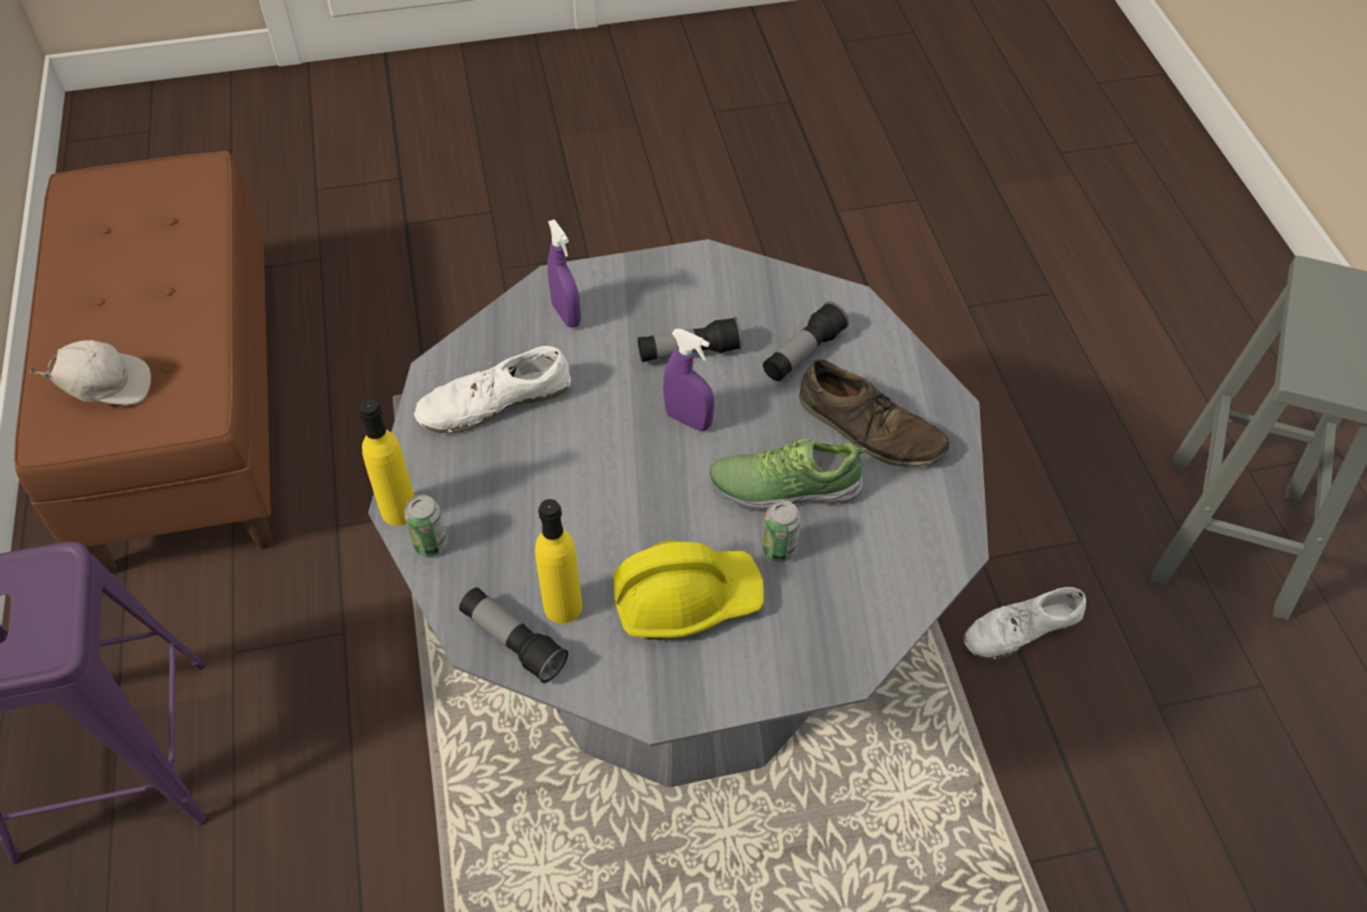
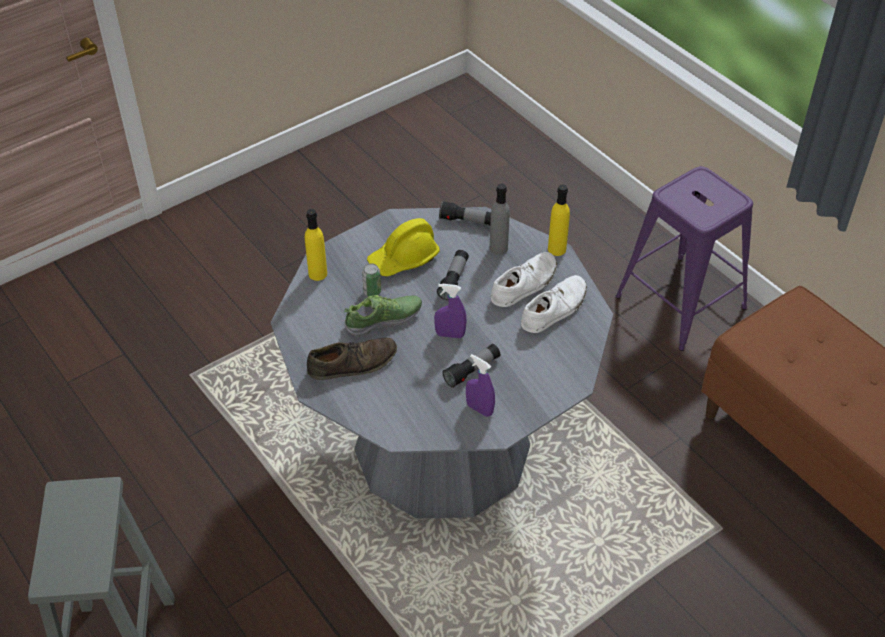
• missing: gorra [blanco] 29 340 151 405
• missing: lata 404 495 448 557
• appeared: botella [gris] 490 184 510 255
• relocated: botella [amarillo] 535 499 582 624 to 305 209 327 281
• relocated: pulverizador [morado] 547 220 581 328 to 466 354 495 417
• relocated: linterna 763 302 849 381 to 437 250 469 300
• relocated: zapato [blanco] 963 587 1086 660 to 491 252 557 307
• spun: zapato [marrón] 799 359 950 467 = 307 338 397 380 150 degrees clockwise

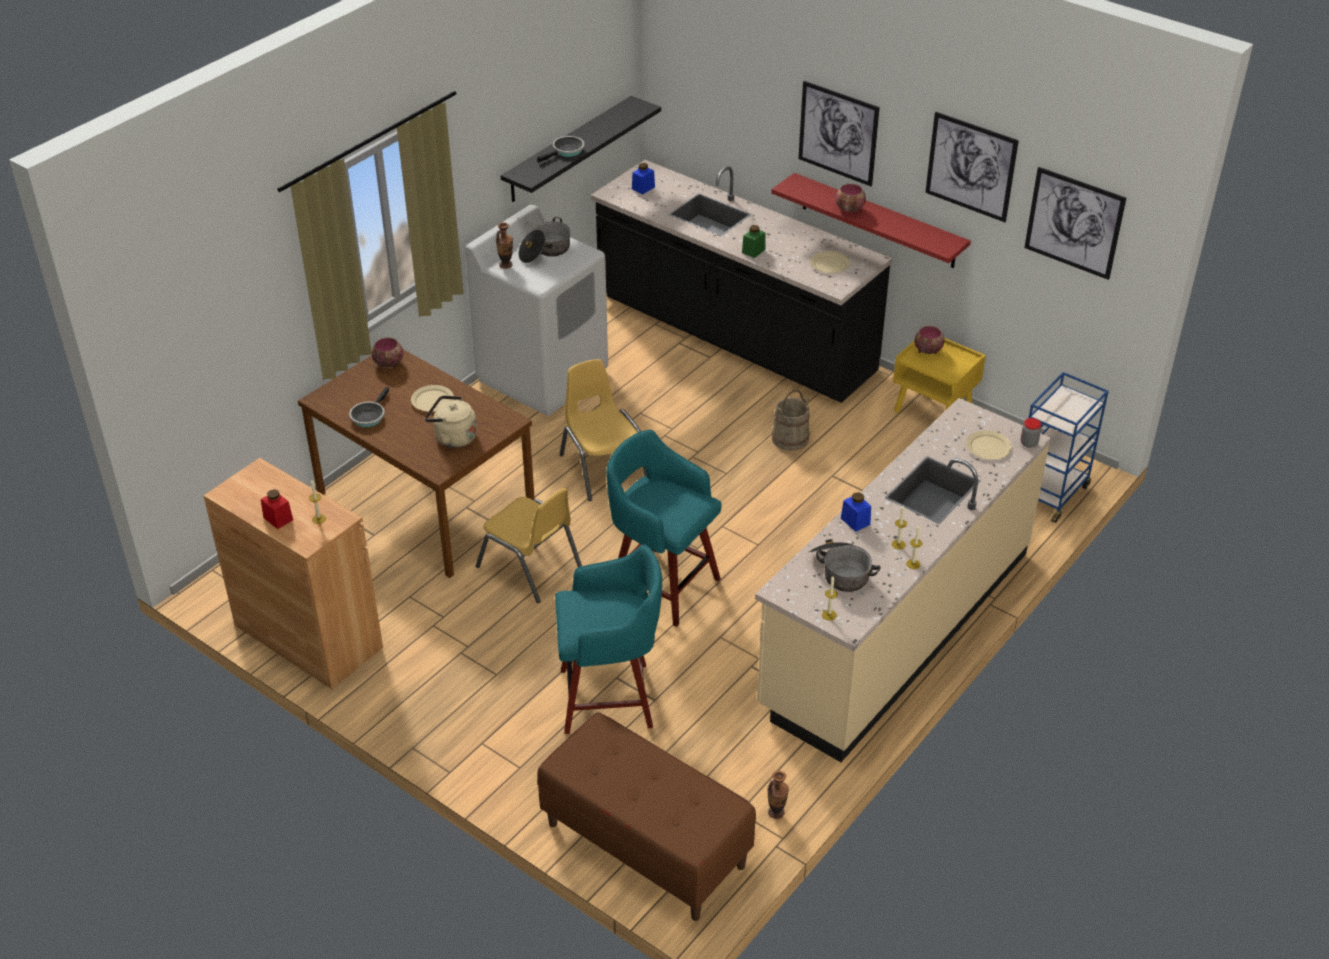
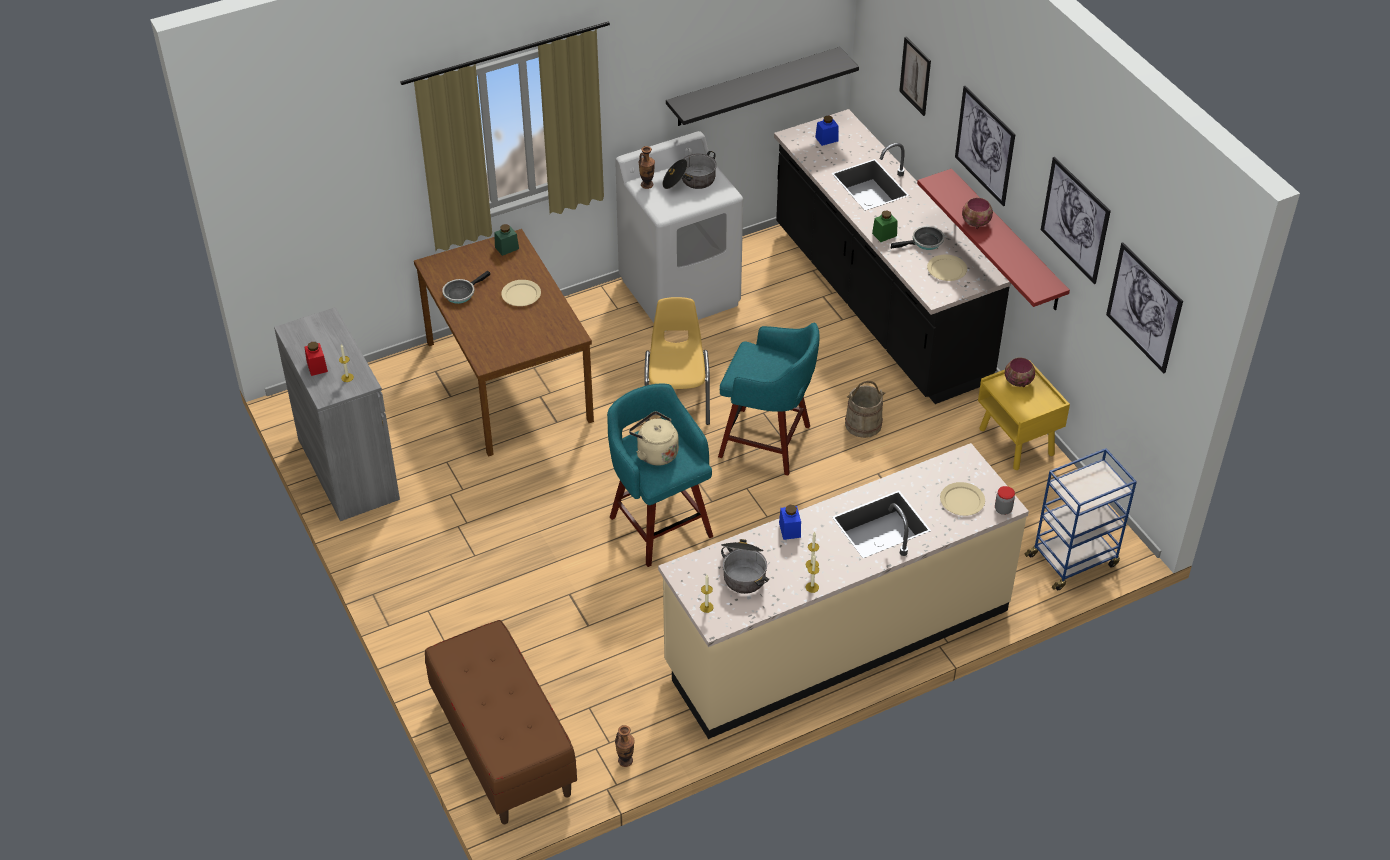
• missing: silla [amarillo] 476 488 582 603
• appeared: cuadro 899 37 931 116
• relocated: hervidor [beis] 425 395 477 448 to 629 411 679 466
• relocated: sartén 537 136 584 163 to 891 226 944 250
• relocated: taburete [turquesa] 555 544 662 734 to 718 322 820 476
• exchanged: cuenco 372 338 404 367 to tarro [verde] 494 224 519 256
• colour: armario [marrón] 204 458 383 689 to armario [gris] 274 307 400 521

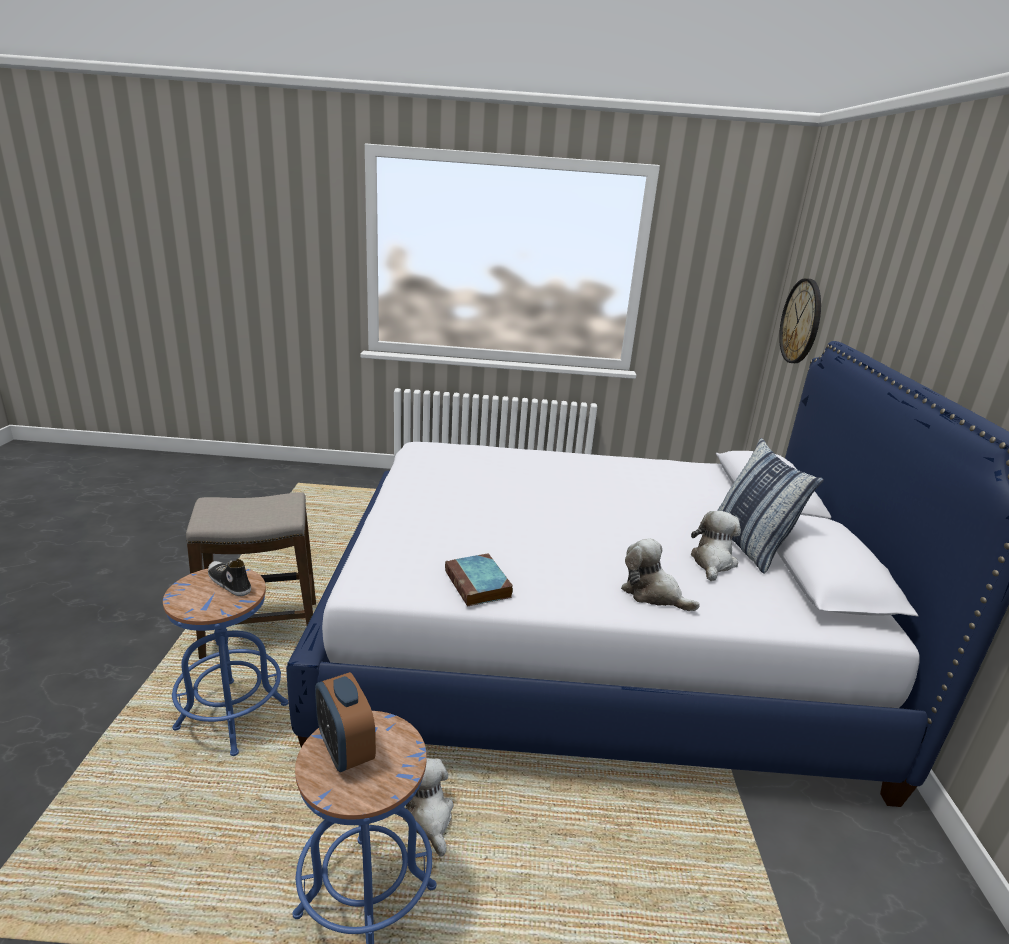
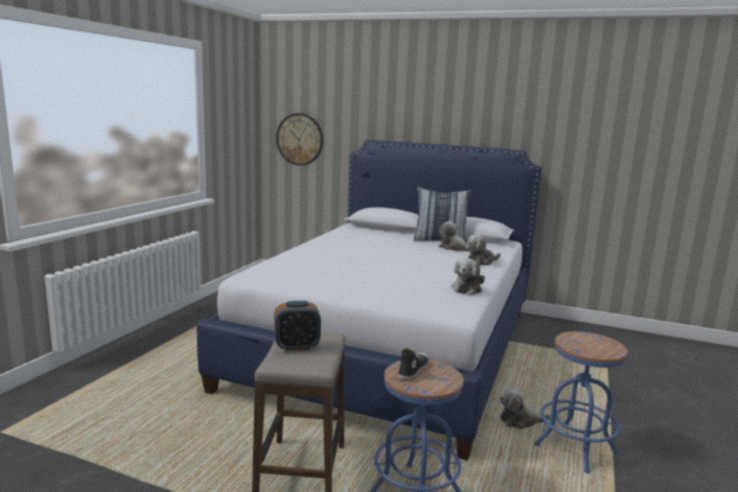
• relocated: despertador 315 672 376 772 to 274 301 321 351
• exchanged: libro 445 553 513 607 to peluche 451 258 485 295
• spun: zapato 208 559 251 596 = 398 348 429 381 150 degrees clockwise

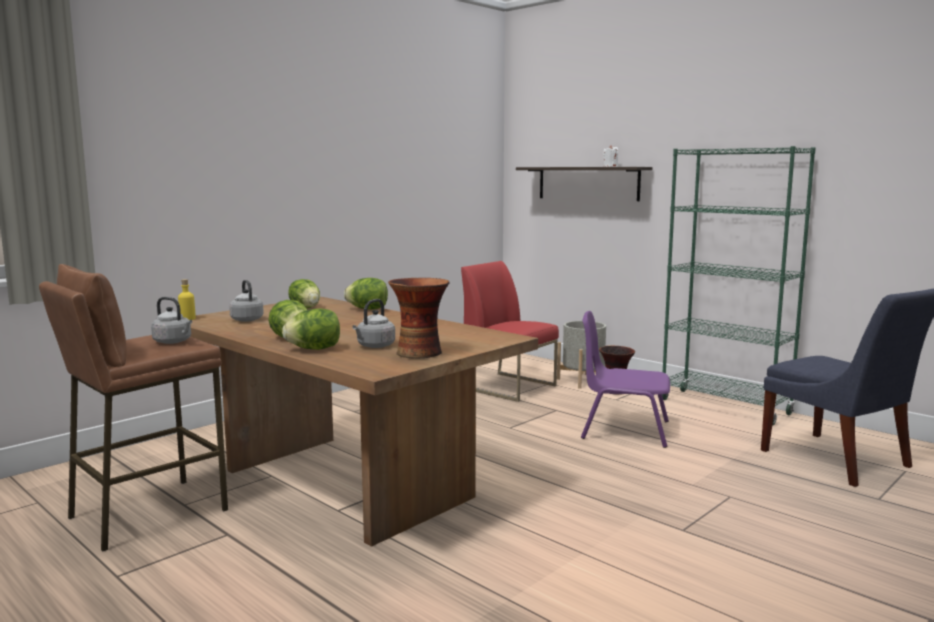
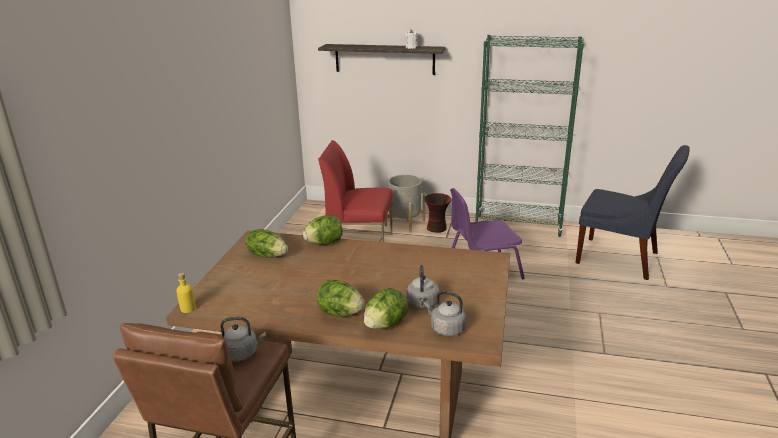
• missing: florero 388 278 450 359
• relocated: hervidor [gris] 229 280 264 322 to 424 291 466 336

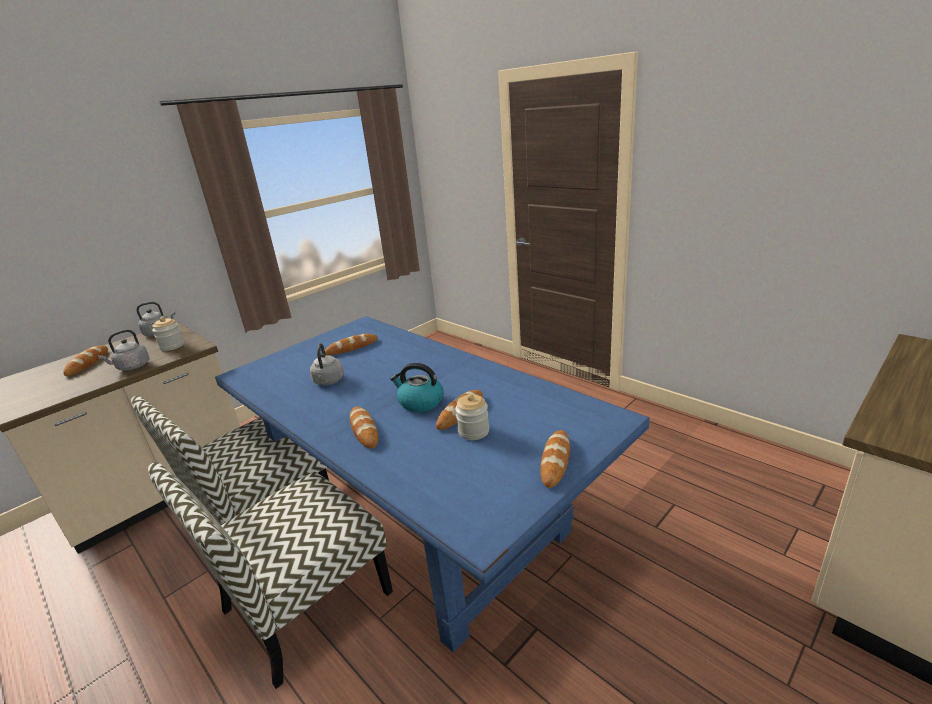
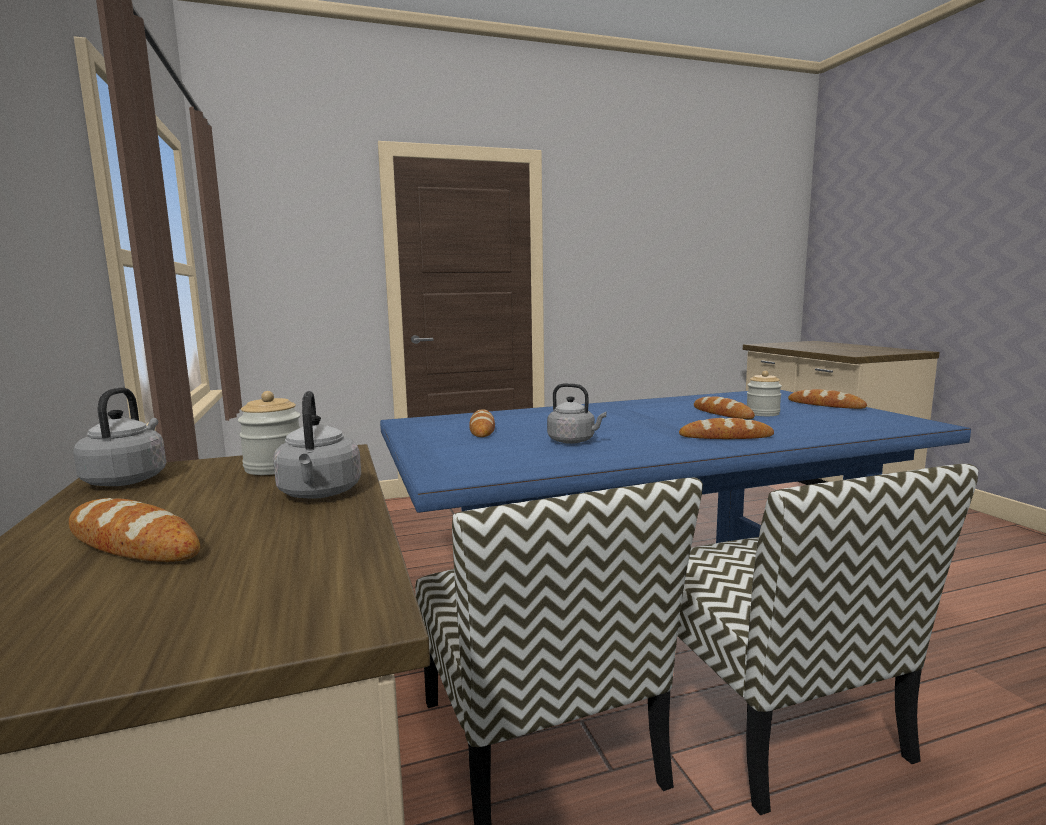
• missing: hervidor 390 363 443 412

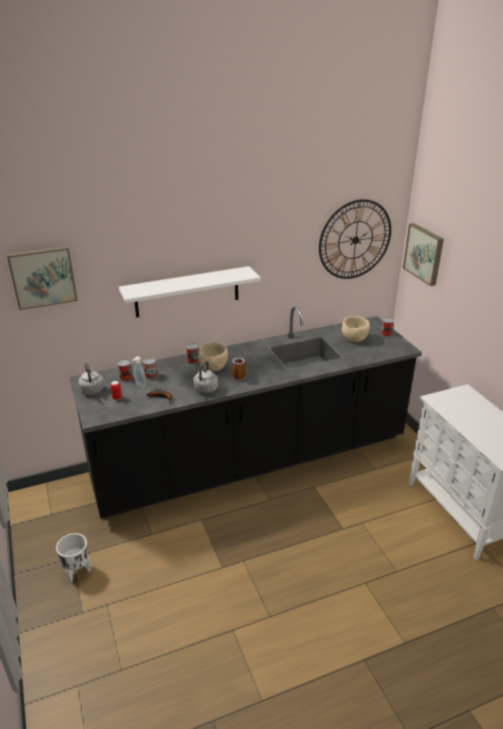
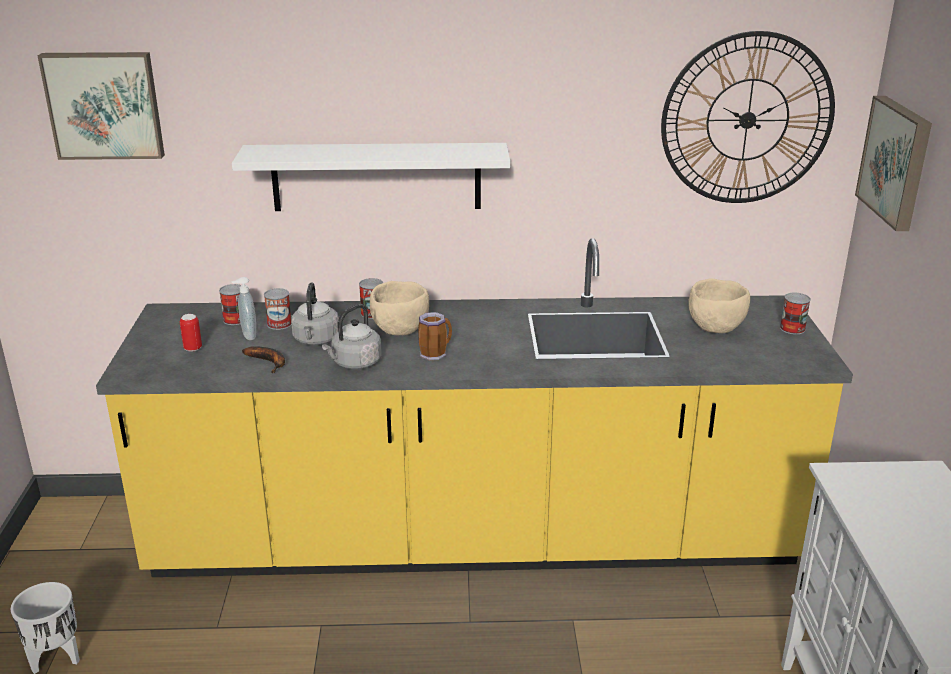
• relocated: hervidor [gris] 78 363 104 395 to 291 282 339 345
• colour: mueble bajo de cocina [negro] 69 306 422 519 to mueble bajo de cocina [amarillo] 96 238 853 577

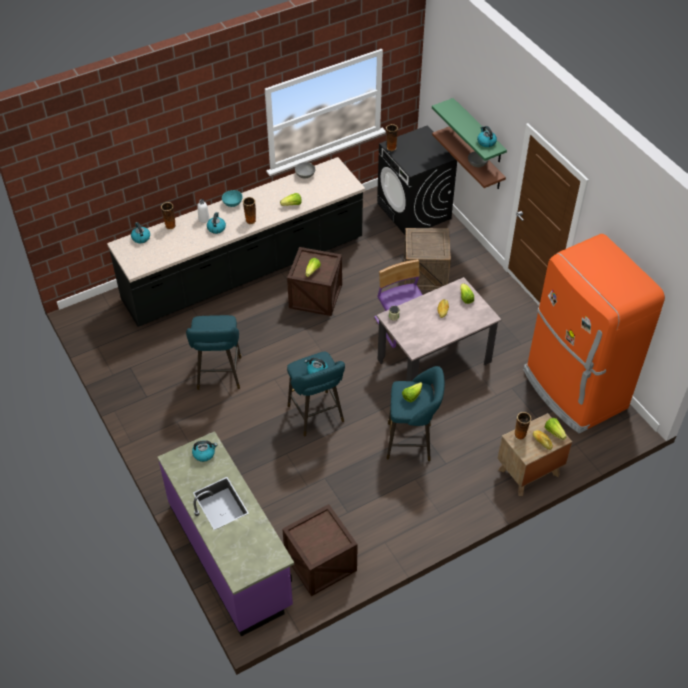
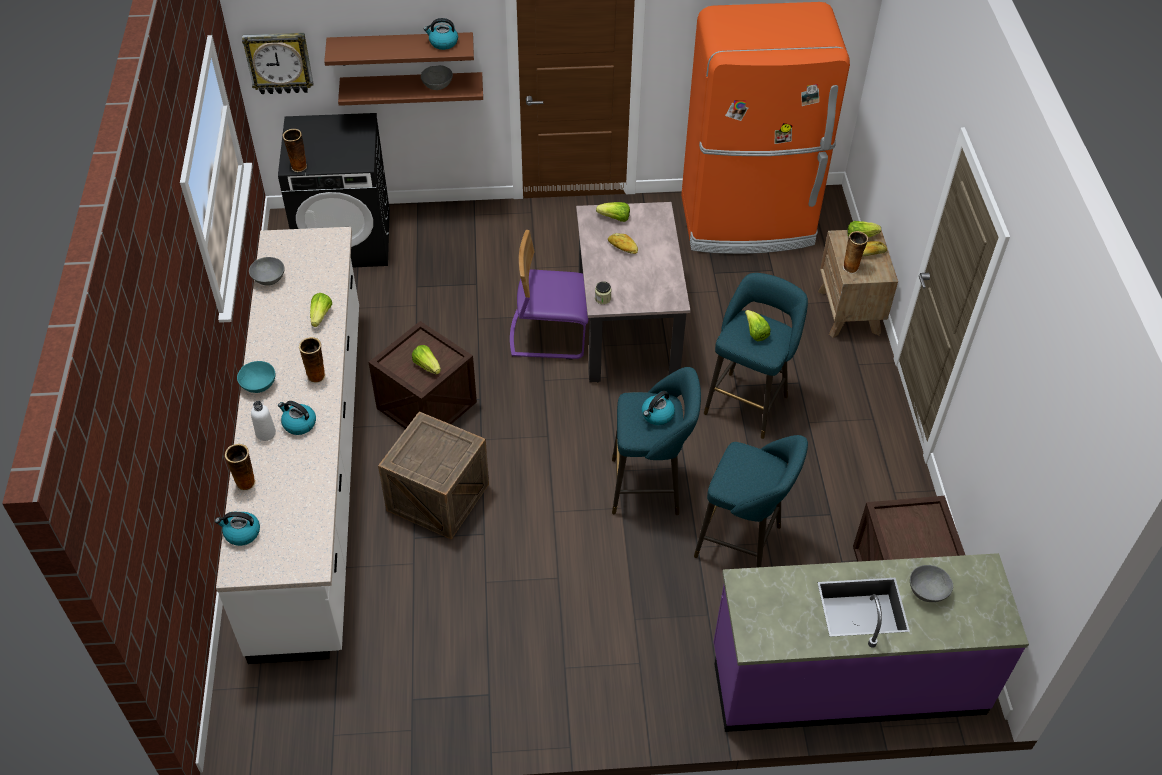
• missing: hervidor 192 440 218 462
• appeared: reloj de pared 242 33 313 94
• appeared: cuenco [gris] 910 565 953 602
• relocated: taburete [turquesa] 186 315 241 390 to 694 435 808 568
• relocated: caja de embalaje 404 228 451 290 to 378 411 489 540
• colour: mueble bajo de cocina [negro] 107 157 365 327 to mueble bajo de cocina [blanco] 216 227 359 664
• colour: estante [verde] 432 98 507 162 to estante [marrón] 324 32 474 66

